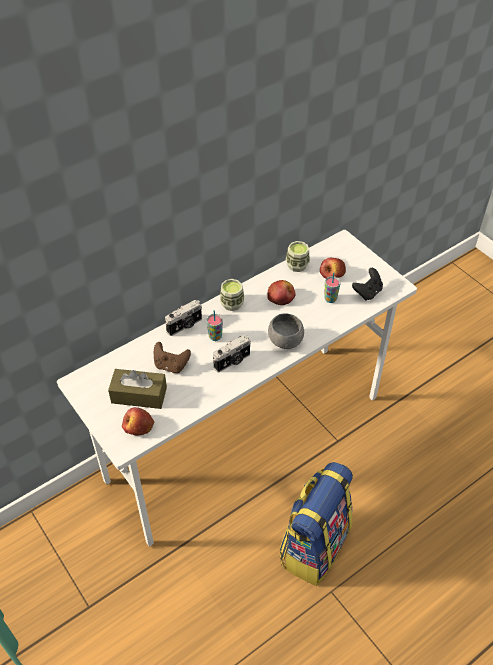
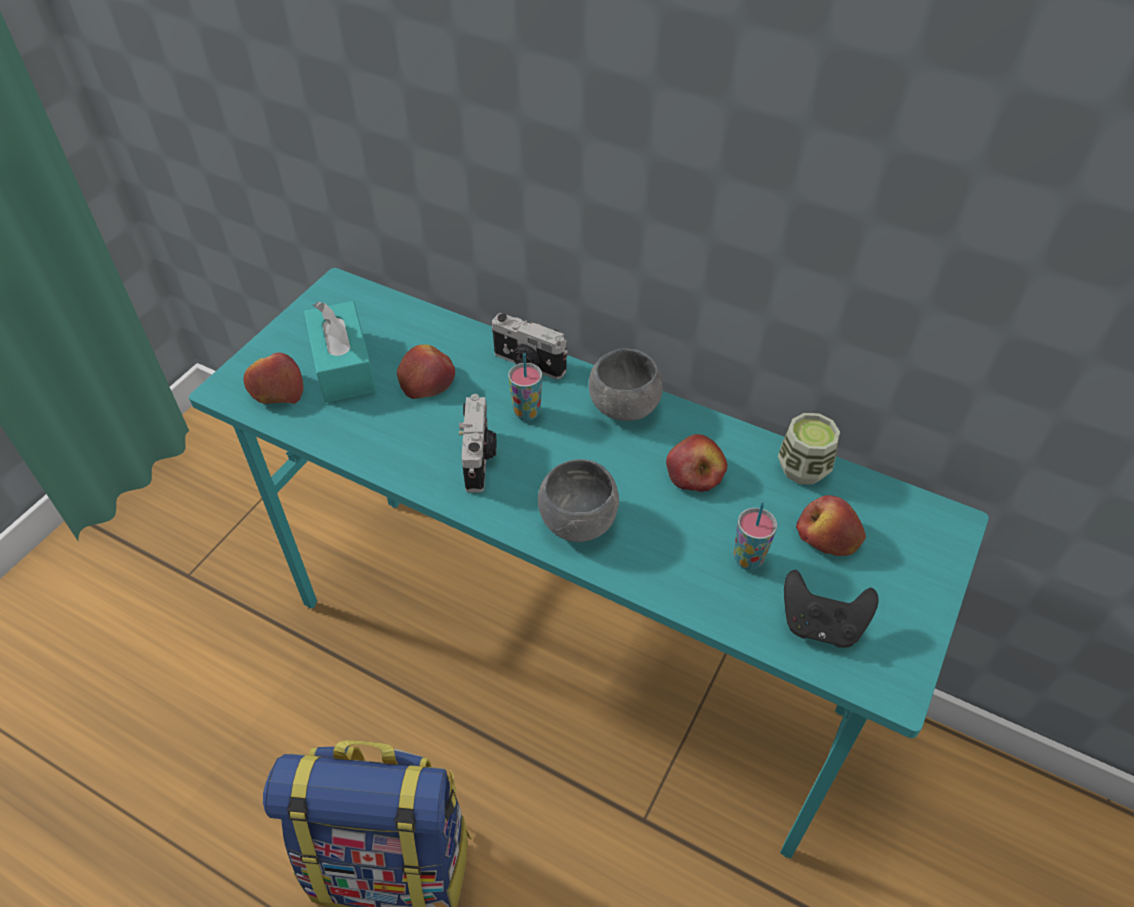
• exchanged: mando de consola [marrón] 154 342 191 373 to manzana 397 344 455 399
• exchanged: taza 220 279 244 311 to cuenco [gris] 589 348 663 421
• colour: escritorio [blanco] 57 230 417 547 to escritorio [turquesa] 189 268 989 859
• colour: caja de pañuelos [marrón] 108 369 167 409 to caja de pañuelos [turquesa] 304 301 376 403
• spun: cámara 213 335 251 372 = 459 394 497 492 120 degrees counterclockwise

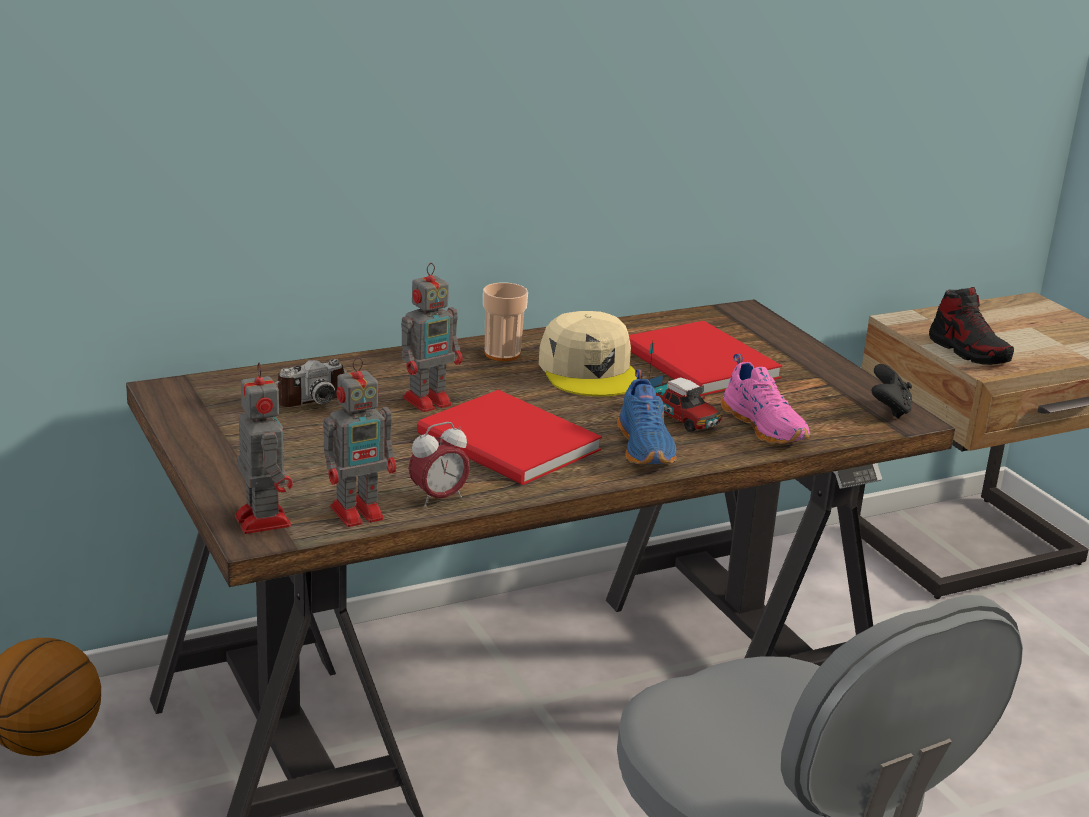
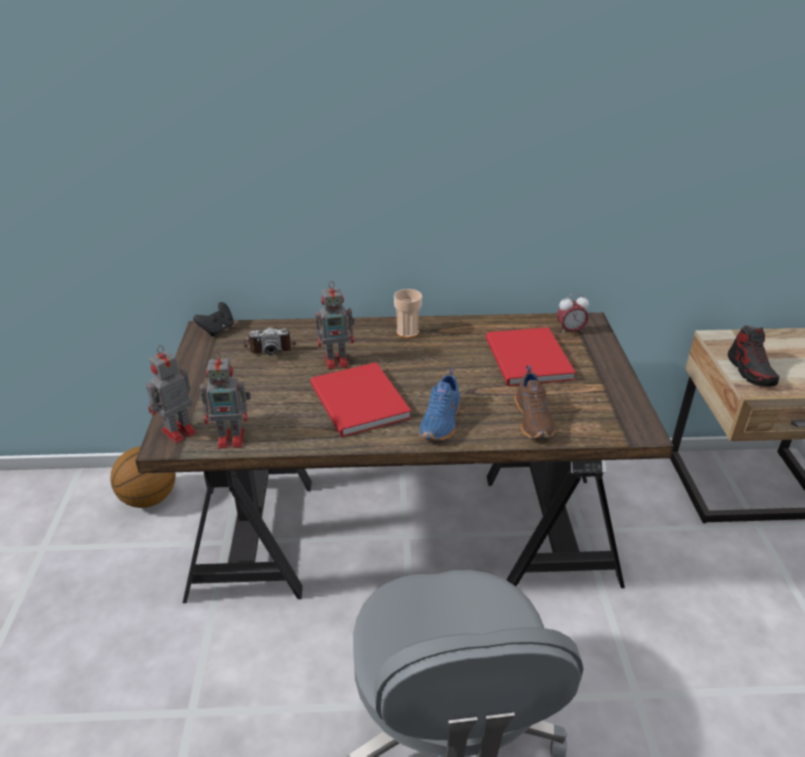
• missing: gorra [beis] 539 311 637 396
• missing: camión de juguete 648 341 721 432
• relocated: despertador 408 422 470 507 to 557 294 589 335
• relocated: mando de consola [negro] 872 364 912 419 to 193 302 234 337
• colour: zapato [rosa] 721 354 810 444 to zapato [marrón] 514 366 555 438
• spun: robot de juguete 235 363 293 534 = 146 345 196 443 135 degrees counterclockwise

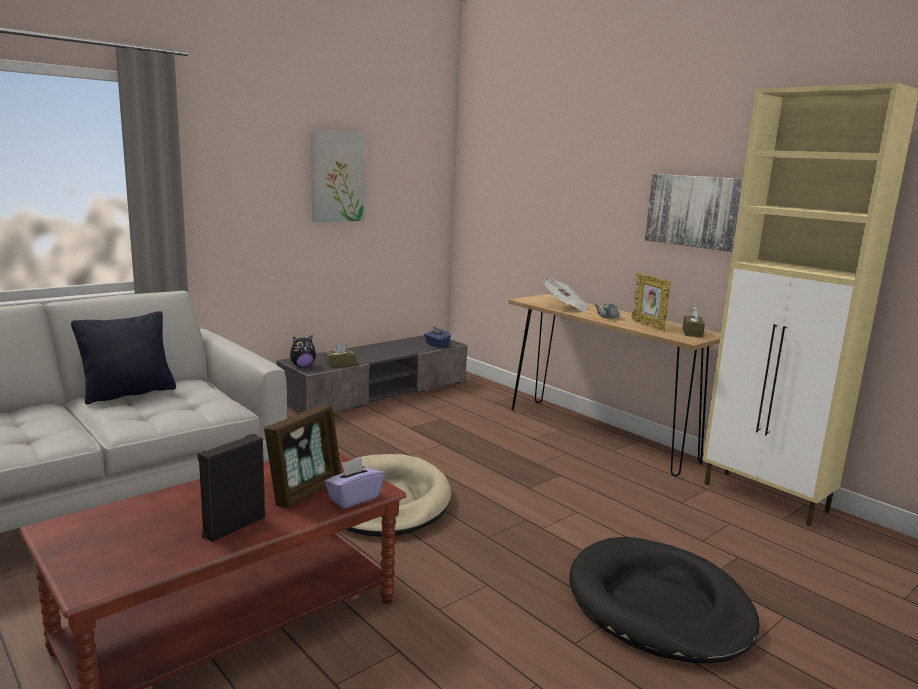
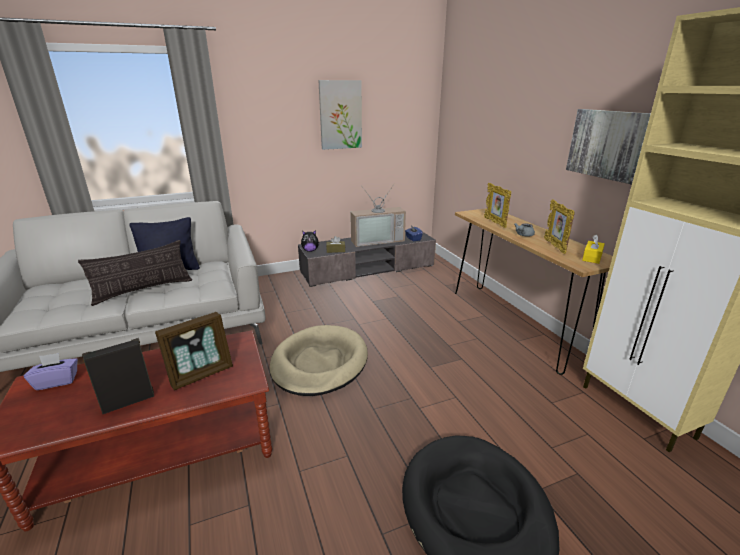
• appeared: cojín 78 240 192 306
• appeared: televisor 350 183 406 247
• relocated: caja de pañuelos [morado] 325 457 384 509 to 24 353 78 390
• exchanged: periódico 544 277 588 312 to portarretratos 484 183 511 228
• colour: caja de pañuelos [marrón] 682 306 705 337 to caja de pañuelos [amarillo] 582 234 605 264

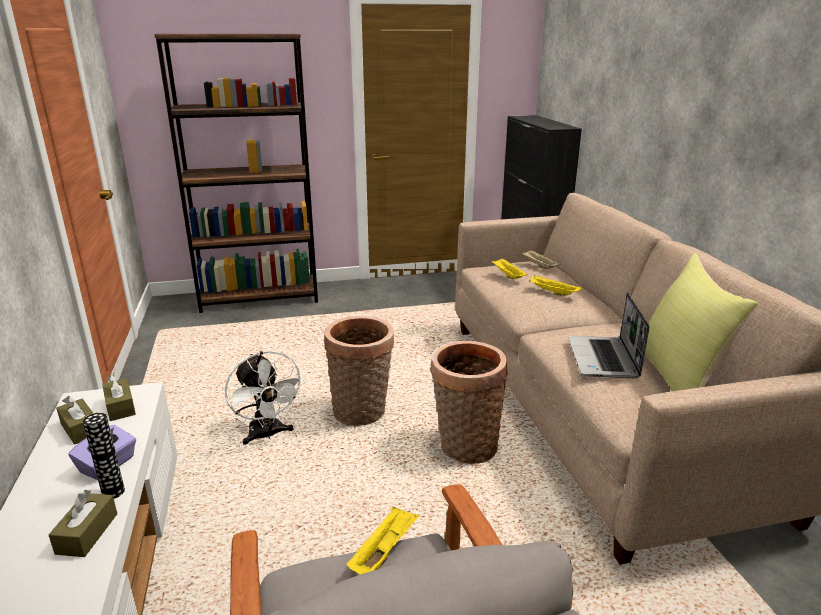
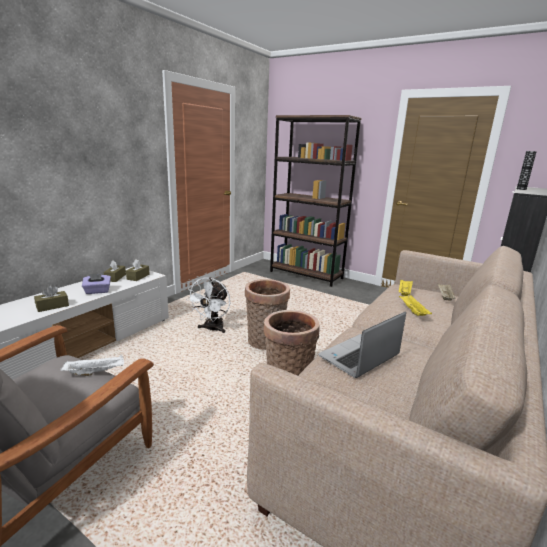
• missing: cojín [amarillo] 645 253 758 391
• relocated: florero 83 413 125 499 to 517 151 537 190
• colour: bandeja [amarillo] 346 506 420 575 to bandeja [blanco] 61 355 124 376

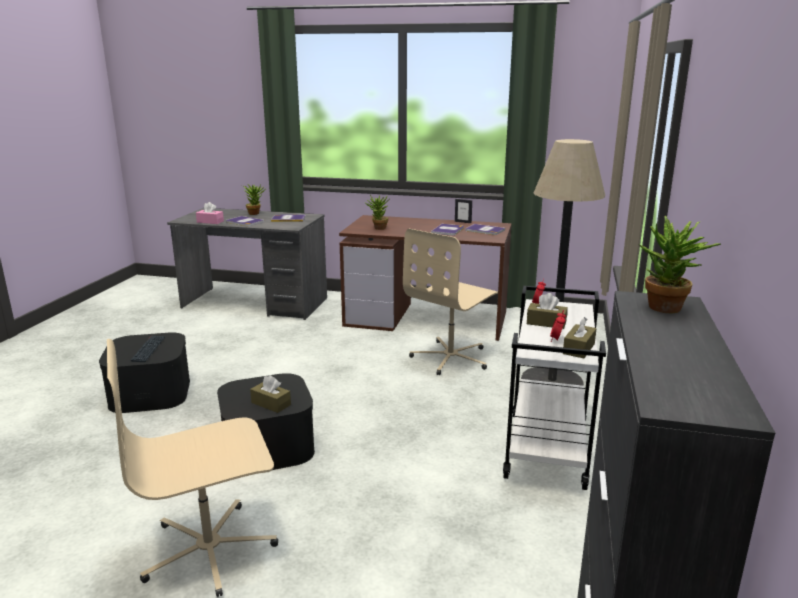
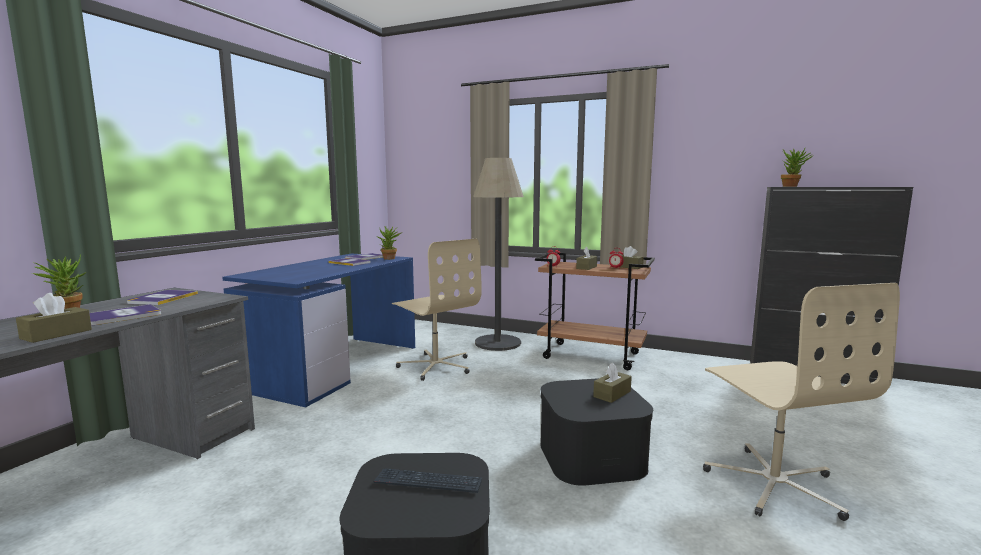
• missing: portarretratos 455 199 472 223
• relocated: planta en maceta 365 195 388 230 to 377 226 401 260
• colour: caja de pañuelos [rosa] 196 202 224 224 to caja de pañuelos [marrón] 16 293 92 343
• colour: escritorio [marrón] 339 215 512 341 to escritorio [azul] 222 253 415 407
• colour: carrito [blanco] 503 286 606 490 to carrito [marrón] 535 252 655 370

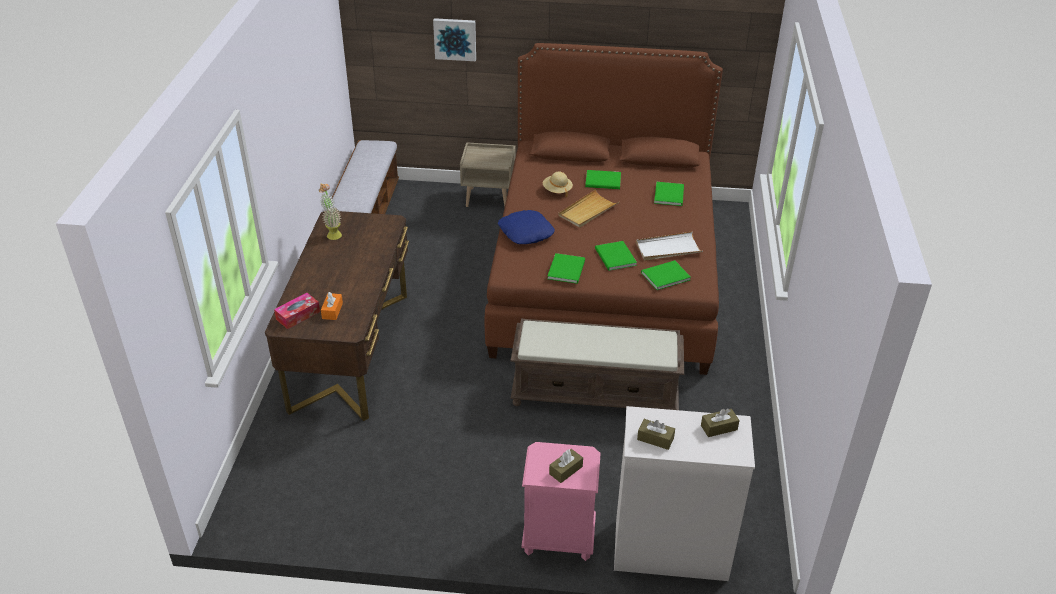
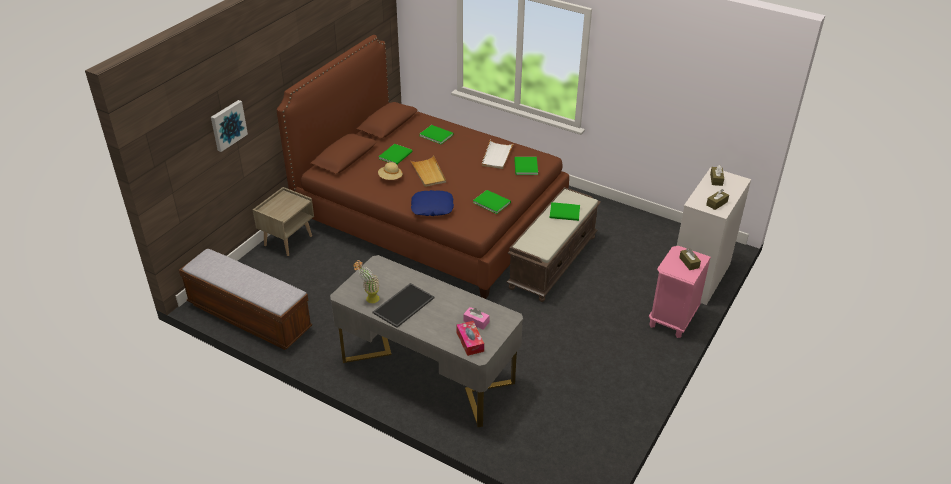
• appeared: bandeja 373 283 435 328
• relocated: libro [verde] 595 241 637 271 to 550 202 580 221
• colour: escritorio [marrón] 265 211 409 421 to escritorio [gris] 330 255 523 427
• colour: caja de pañuelos [naranja] 321 292 343 320 to caja de pañuelos [rosa] 463 307 490 329

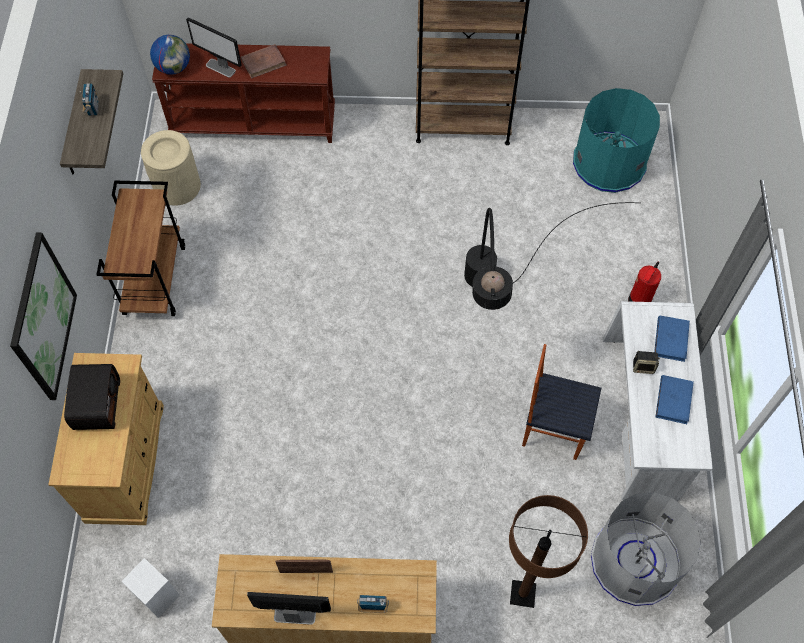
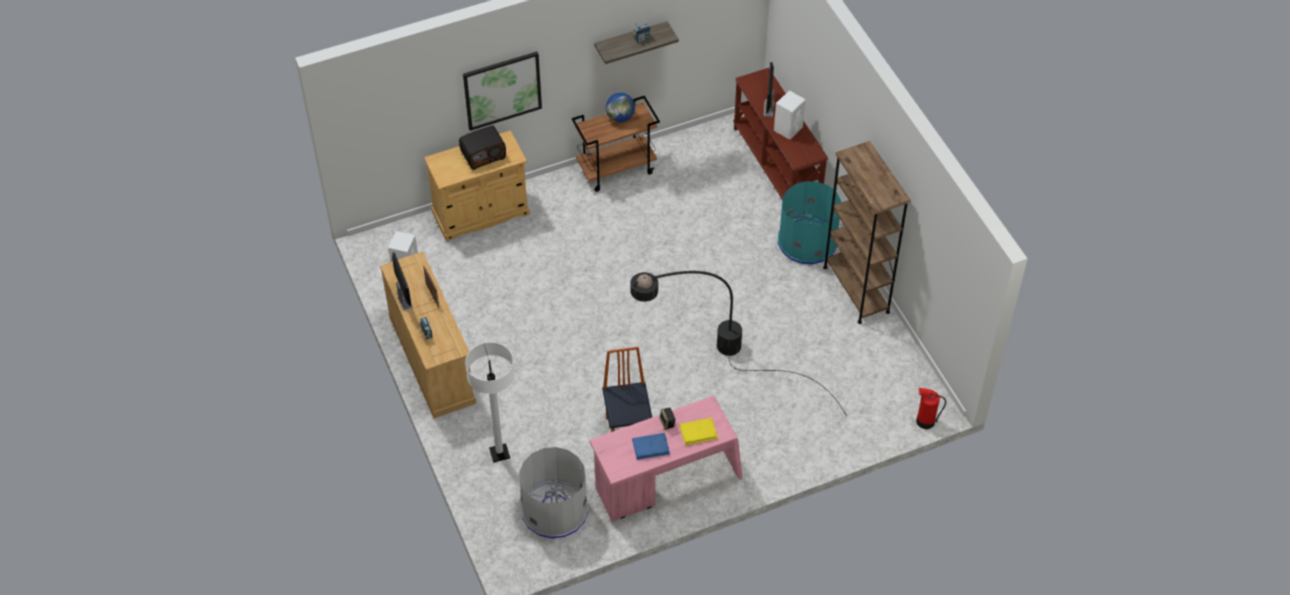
• missing: papelera [beis] 141 130 201 206
• relocated: globo terráqueo 150 35 190 75 to 606 93 635 122
• relocated: papelera [turquesa] 573 88 660 193 to 778 181 841 265
• relocated: extintor 628 261 661 302 to 916 388 946 429
• exchanged: libro [marrón] 241 44 287 79 to altavoz [blanco] 774 90 806 140
• colour: lámpara de pie [marrón] 509 495 588 608 to lámpara de pie [blanco] 465 342 515 462
• colour: escritorio [blanco] 603 301 713 502 to escritorio [rosa] 590 396 743 522
• colour: libro [azul] 654 316 690 362 to libro [amarillo] 680 418 718 445

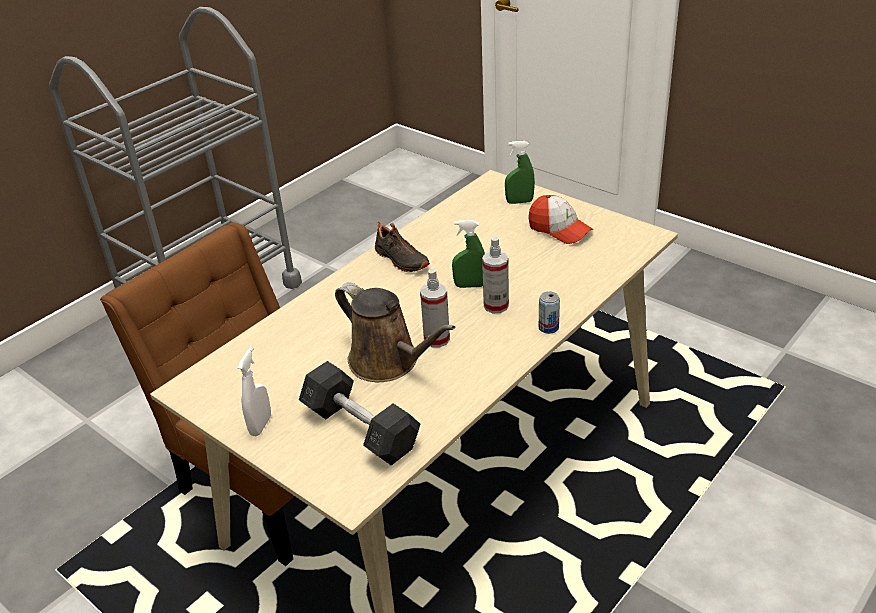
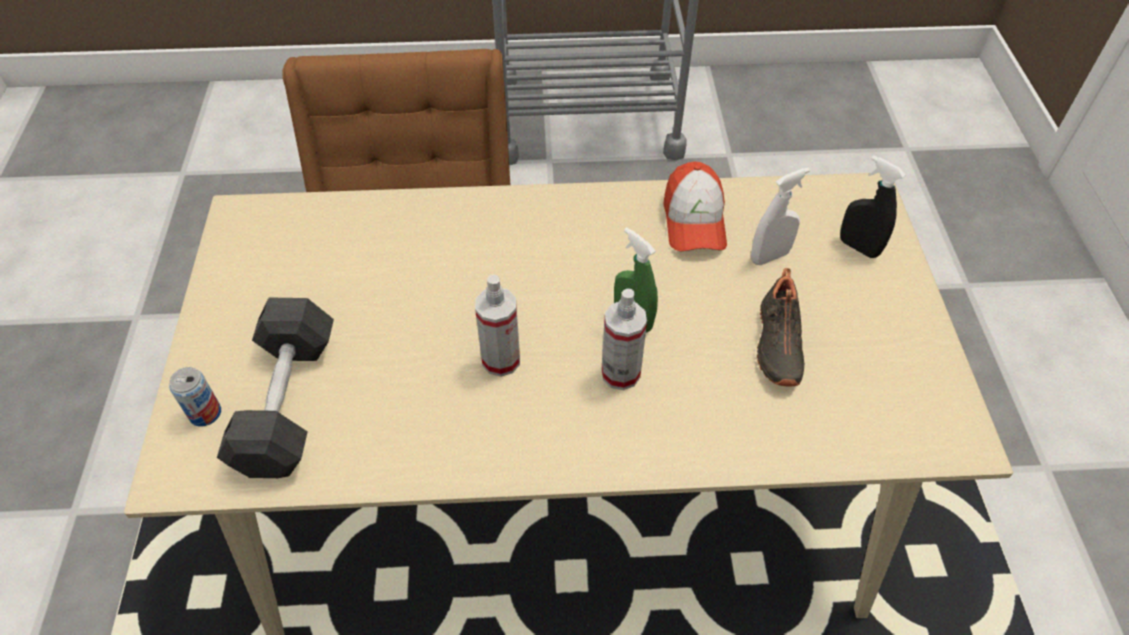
• missing: regadera [marrón] 335 282 455 382
• relocated: pulverizador [blanco] 238 347 271 436 to 751 167 810 265
• relocated: zapato [negro] 375 222 430 272 to 757 268 805 387
• relocated: gorra 528 195 593 244 to 663 161 727 251
• relocated: lata 539 291 560 334 to 169 367 221 426
• colour: pulverizador [verde] 505 141 535 204 to pulverizador [negro] 840 155 905 258

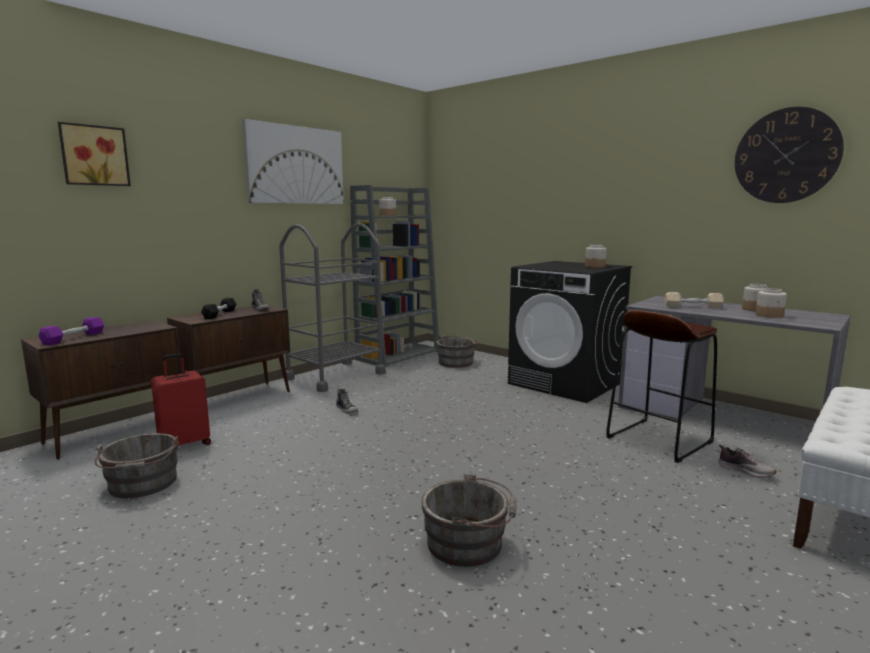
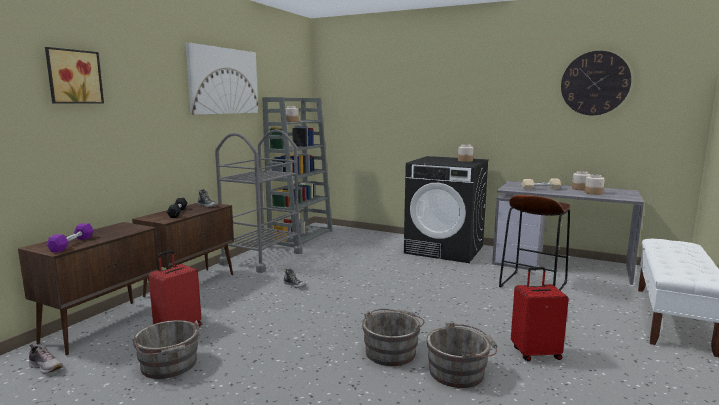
• appeared: maleta [rojo] 511 267 569 361
• relocated: cubo [gris] 436 335 480 368 to 362 309 424 366
• relocated: zapato 718 445 776 478 to 29 344 63 374

